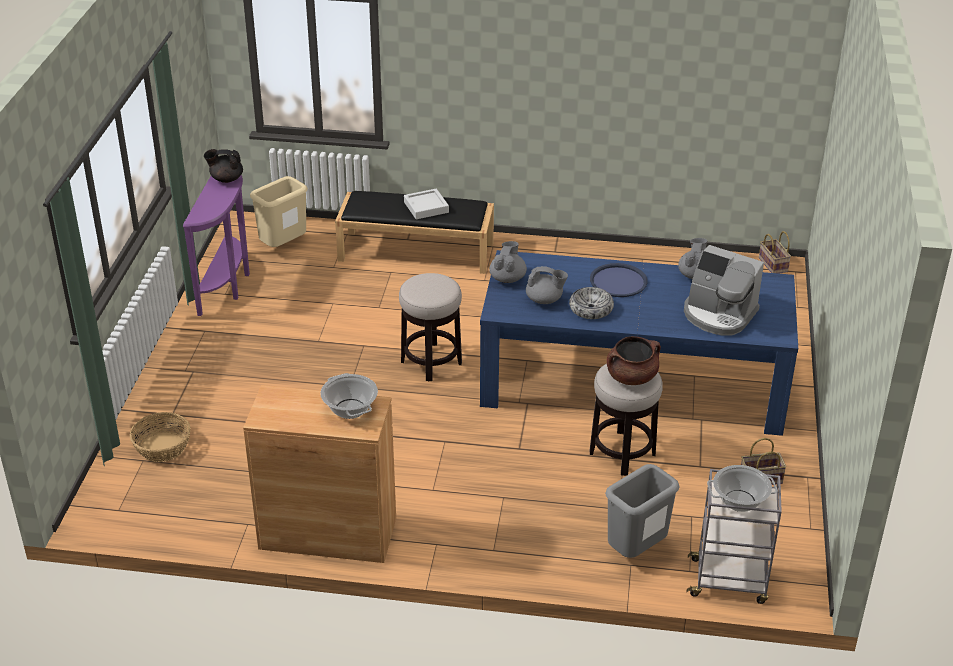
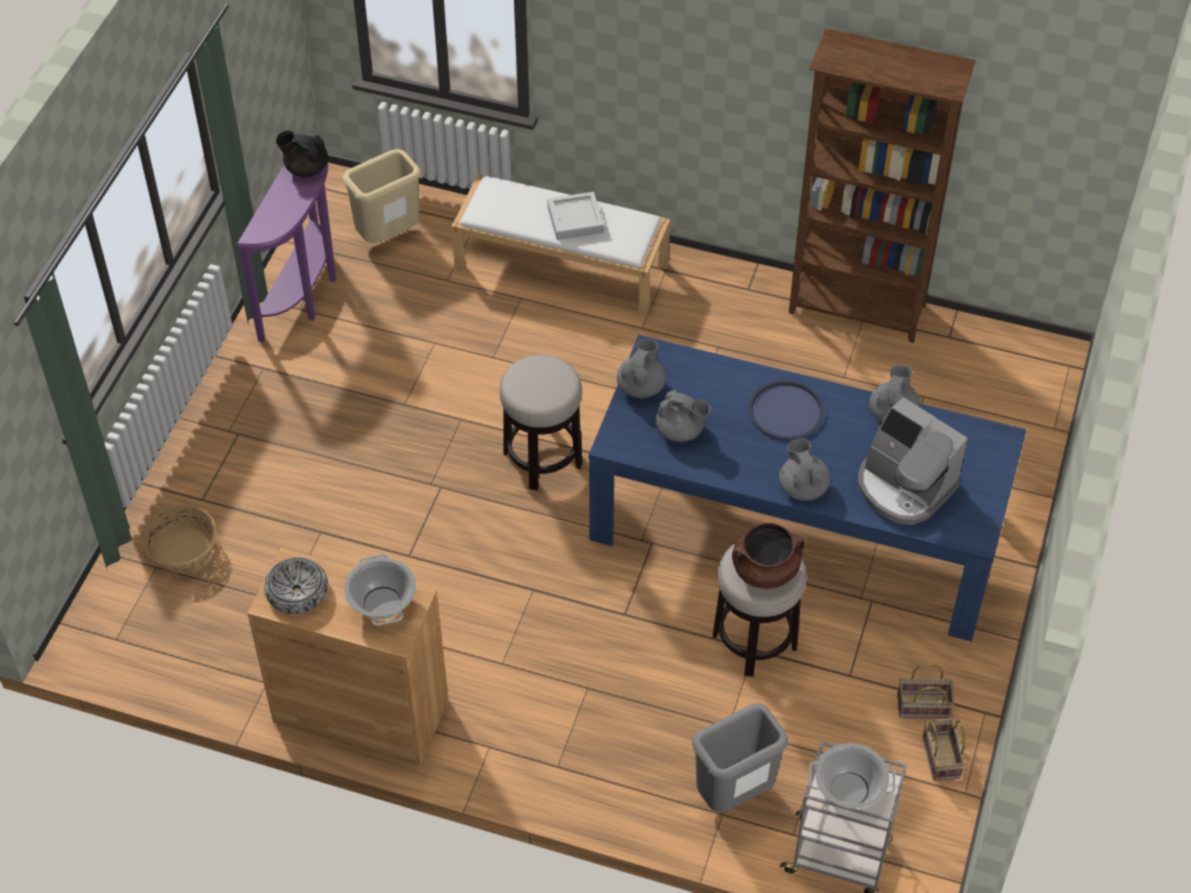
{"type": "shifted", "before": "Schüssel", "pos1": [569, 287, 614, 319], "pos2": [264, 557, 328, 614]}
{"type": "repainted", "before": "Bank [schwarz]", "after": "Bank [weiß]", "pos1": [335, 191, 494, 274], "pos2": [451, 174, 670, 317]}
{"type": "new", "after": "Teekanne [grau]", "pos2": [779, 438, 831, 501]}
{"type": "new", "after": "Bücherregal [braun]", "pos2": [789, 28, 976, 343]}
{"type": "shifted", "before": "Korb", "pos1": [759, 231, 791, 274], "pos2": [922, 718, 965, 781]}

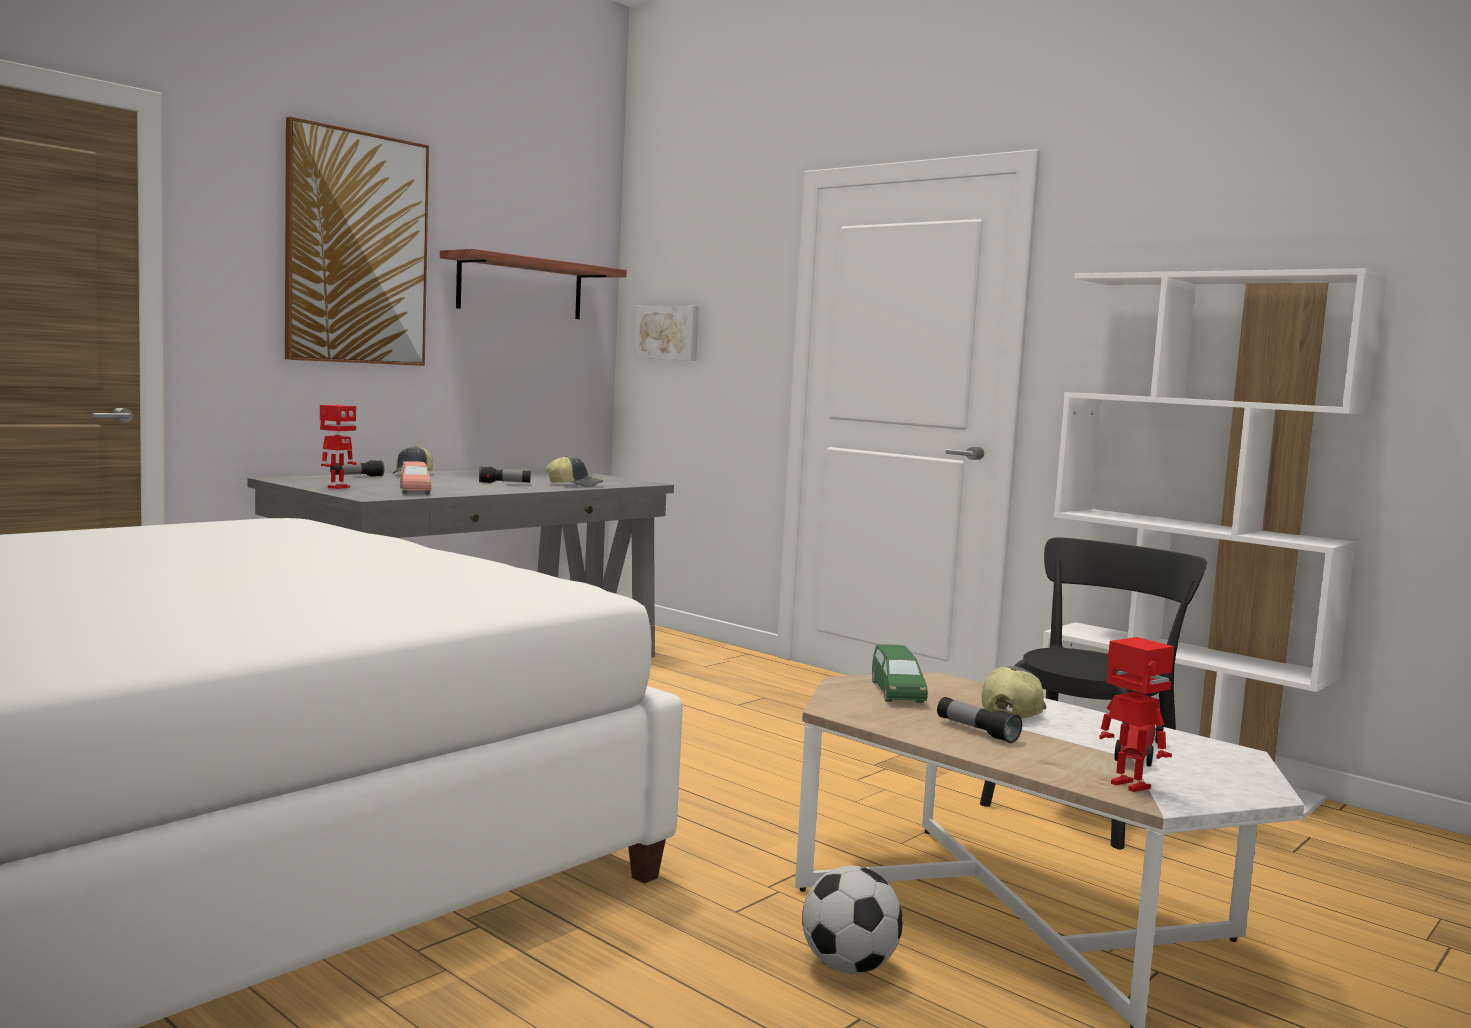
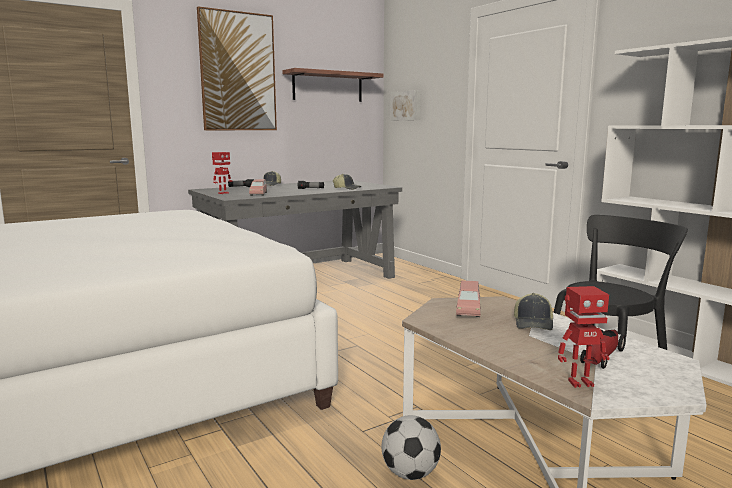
{"type": "repainted", "before": "Spielzeugauto [grün]", "after": "Spielzeugauto [rosa]", "pos1": [872, 644, 928, 703], "pos2": [456, 280, 481, 317]}
{"type": "rotated", "before": "Kappe", "pos1": [982, 666, 1047, 719], "pos2": [514, 293, 553, 330], "turn": 150}
{"type": "rotated", "before": "Spielzeugroboter", "pos1": [1099, 637, 1174, 792], "pos2": [558, 286, 609, 388], "turn": 105}
{"type": "gone", "before": "Taschenlampe", "pos1": [937, 697, 1022, 743]}

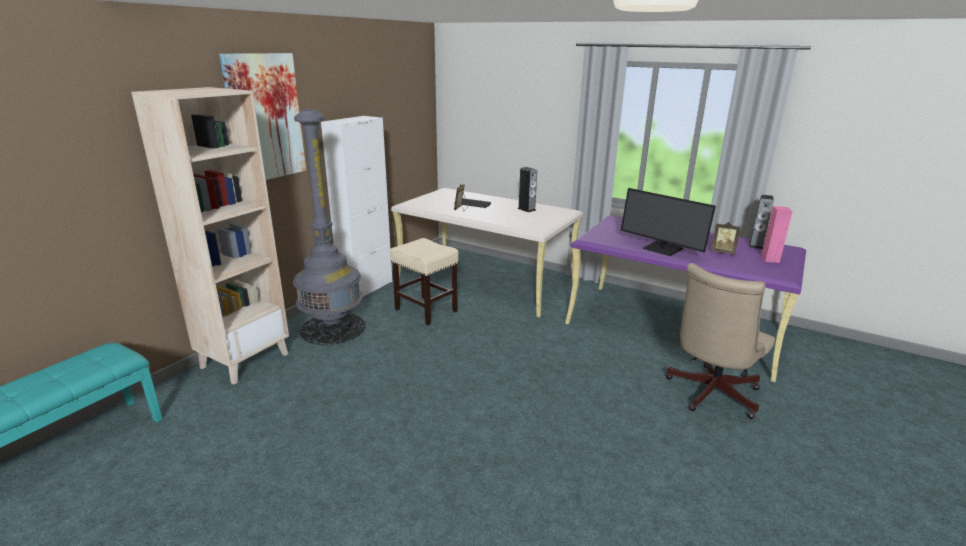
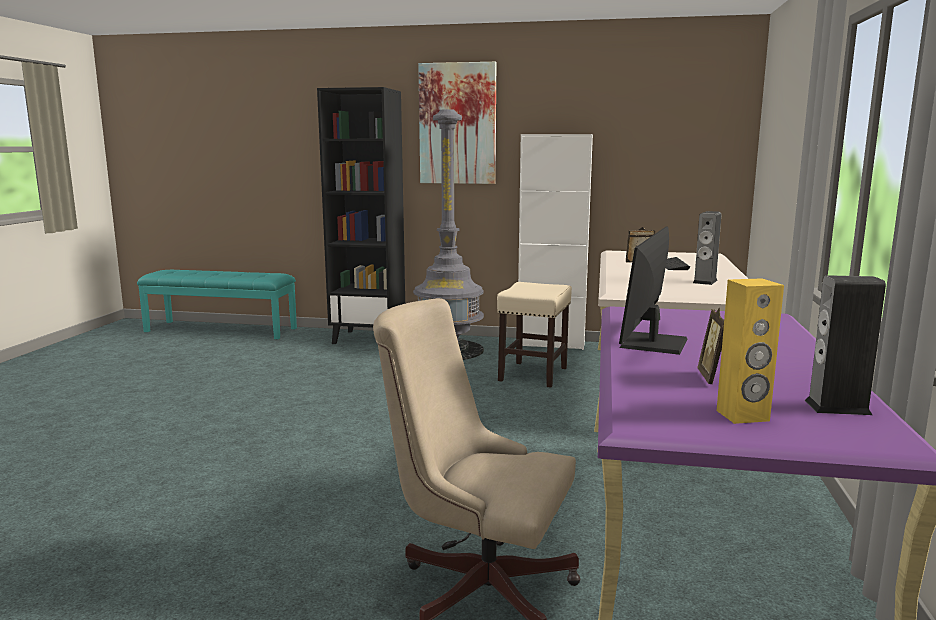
{"type": "repainted", "before": "Bücherregal [beige]", "after": "Bücherregal [schwarz]", "pos1": [131, 87, 289, 385], "pos2": [317, 87, 405, 344]}
{"type": "repainted", "before": "Lautsprecher [rosa]", "after": "Lautsprecher [gelb]", "pos1": [761, 206, 793, 263], "pos2": [717, 278, 784, 424]}

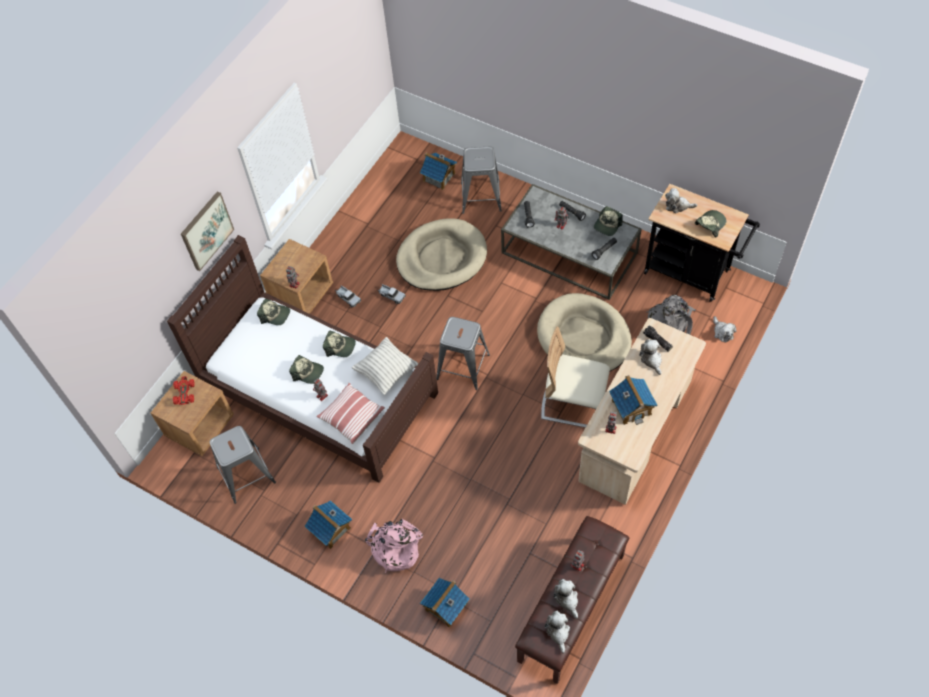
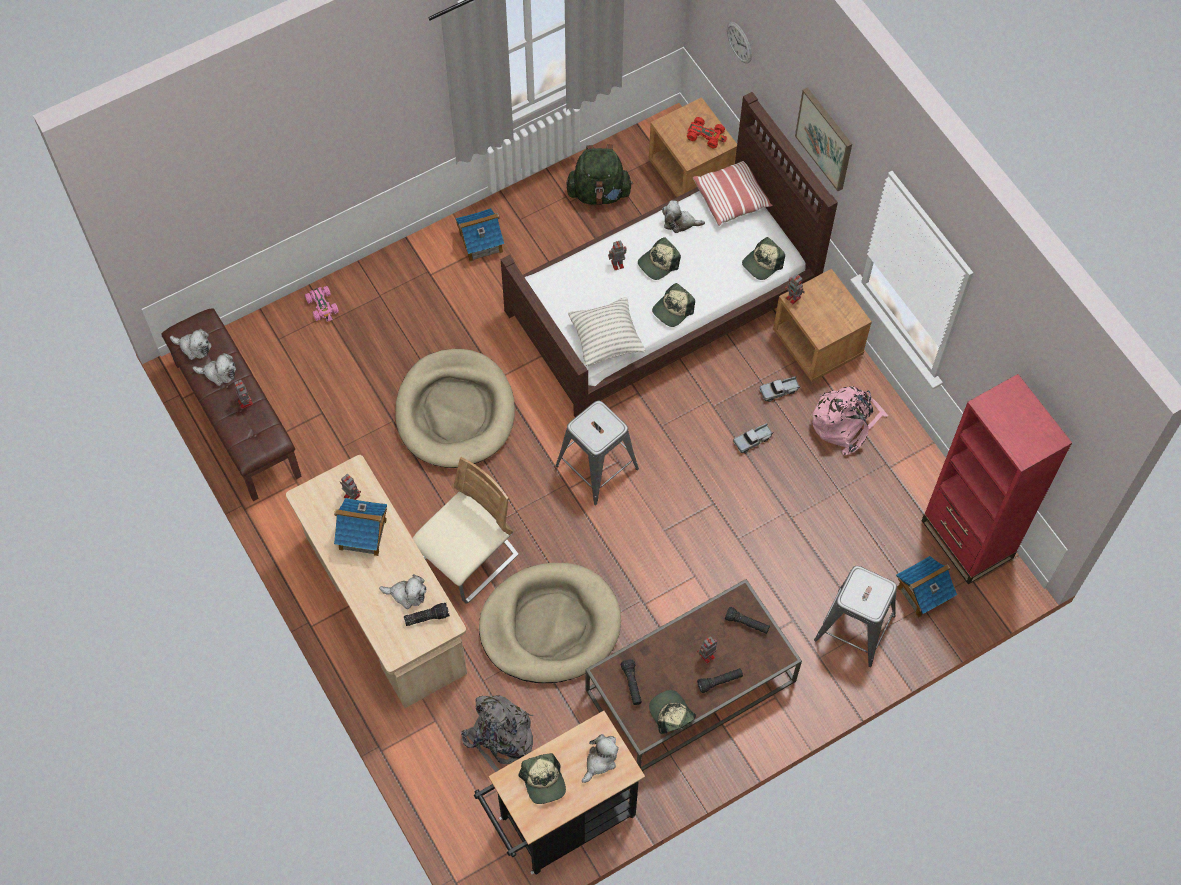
{"type": "swapped", "before": "Spielzeughaus", "after": "Spielzeugauto [rosa]", "pos1": [420, 578, 470, 628], "pos2": [305, 286, 339, 322]}
{"type": "shifted", "before": "Hundebett [beige]", "pos1": [396, 218, 487, 291], "pos2": [395, 349, 515, 468]}
{"type": "swapped", "before": "Hocker [grau]", "after": "Rucksack [grün]", "pos1": [210, 426, 276, 504], "pos2": [566, 144, 633, 205]}
{"type": "repainted", "before": "Couchtisch [grau]", "after": "Couchtisch [braun]", "pos1": [501, 184, 642, 300], "pos2": [585, 579, 802, 771]}
{"type": "shifted", "before": "Plüschtier", "pos1": [713, 316, 736, 343], "pos2": [662, 200, 705, 233]}
{"type": "shifted", "before": "Kissen", "pos1": [317, 383, 385, 444], "pos2": [693, 161, 773, 226]}
{"type": "new", "after": "Wanduhr", "pos2": [727, 22, 752, 64]}
{"type": "shifted", "before": "Rucksack [rosa]", "pos1": [365, 519, 423, 573], "pos2": [812, 386, 888, 455]}
{"type": "new", "after": "Bücherregal [rot]", "pos2": [922, 374, 1072, 584]}

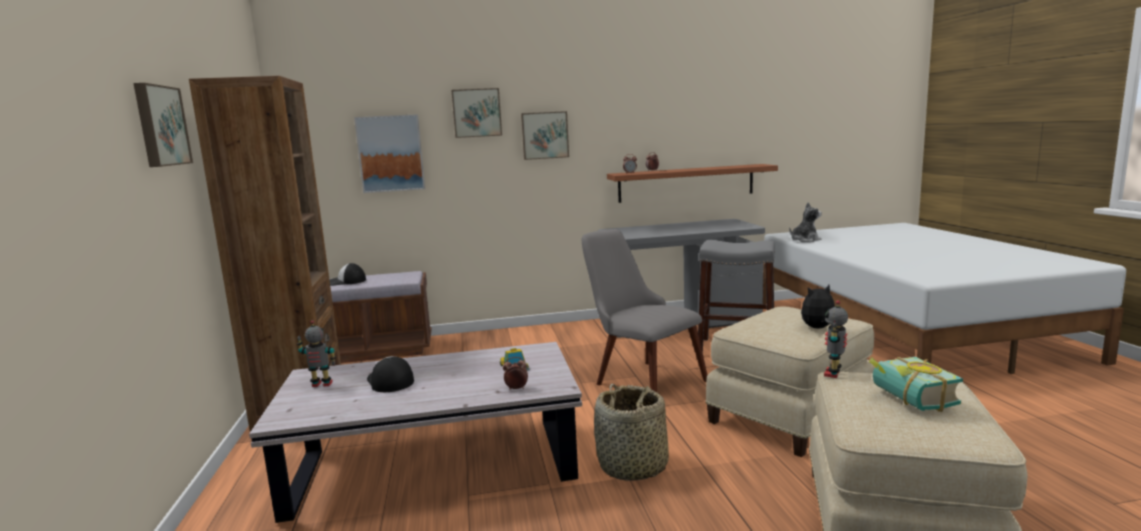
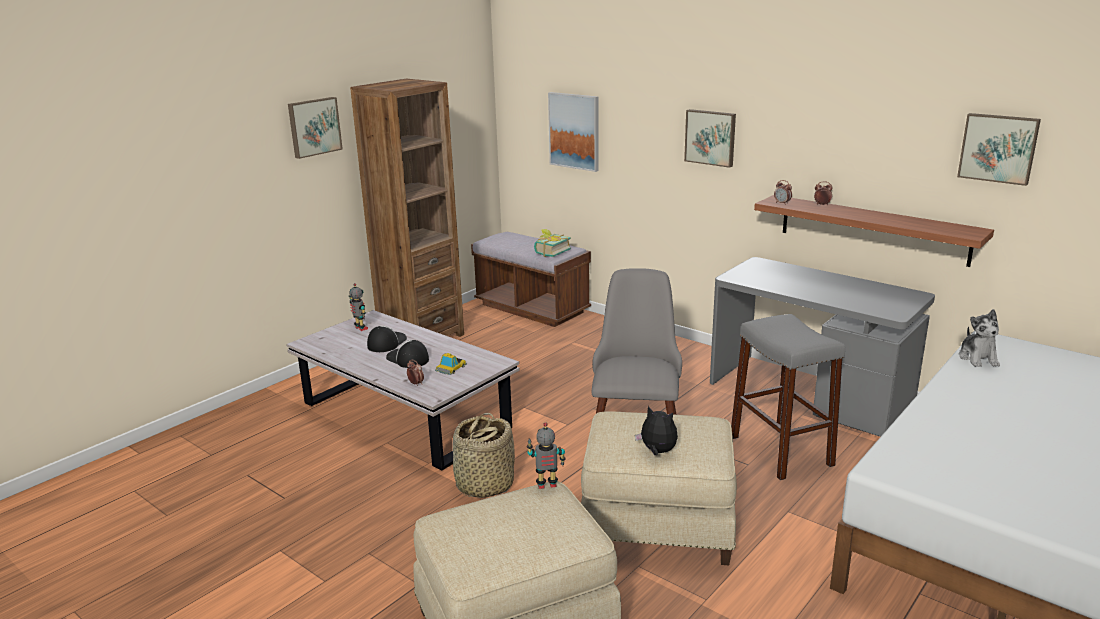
{"type": "shifted", "before": "Kappe", "pos1": [329, 263, 366, 286], "pos2": [386, 340, 429, 368]}
{"type": "shifted", "before": "Buch", "pos1": [869, 357, 963, 412], "pos2": [534, 229, 571, 257]}
{"type": "shifted", "before": "Bild", "pos1": [451, 88, 502, 138], "pos2": [957, 113, 1041, 186]}
{"type": "rotated", "before": "Plüschtier", "pos1": [789, 202, 822, 242], "pos2": [959, 309, 1000, 367], "turn": 60}

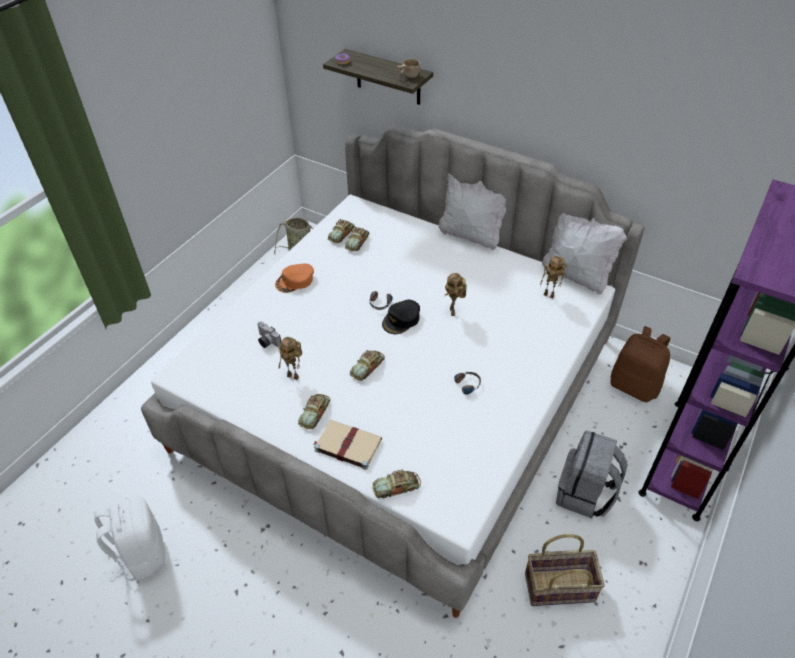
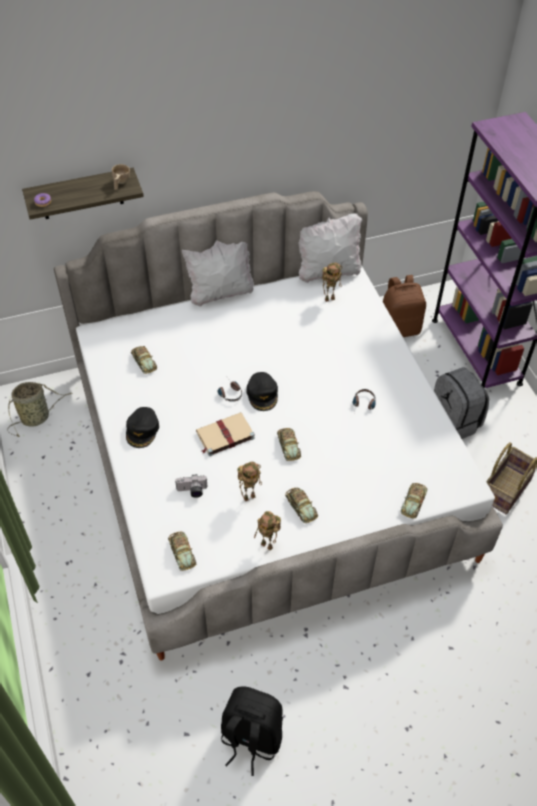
{"type": "repainted", "before": "Kappe [orange]", "after": "Kappe [schwarz]", "pos1": [275, 263, 314, 293], "pos2": [126, 407, 159, 448]}
{"type": "shifted", "before": "Spielzeugauto", "pos1": [328, 219, 355, 243], "pos2": [168, 532, 196, 571]}
{"type": "shifted", "before": "Buch [beige]", "pos1": [314, 420, 382, 470], "pos2": [196, 413, 255, 456]}
{"type": "repainted", "before": "Rucksack [weiß]", "after": "Rucksack [schwarz]", "pos1": [94, 498, 165, 581], "pos2": [221, 686, 283, 776]}
{"type": "shifted", "before": "Spielzeugroboter", "pos1": [445, 273, 467, 316], "pos2": [254, 511, 281, 551]}

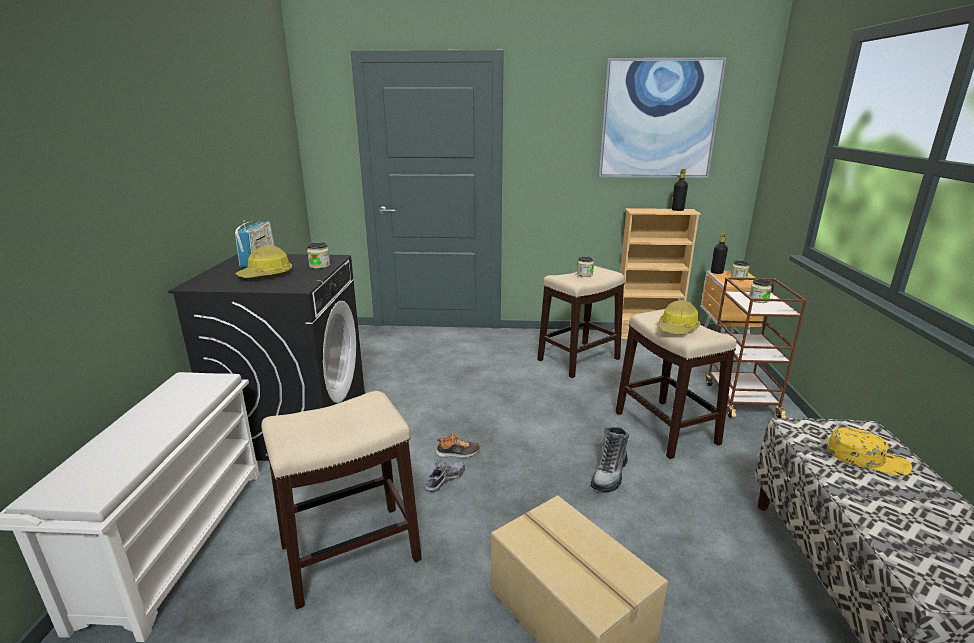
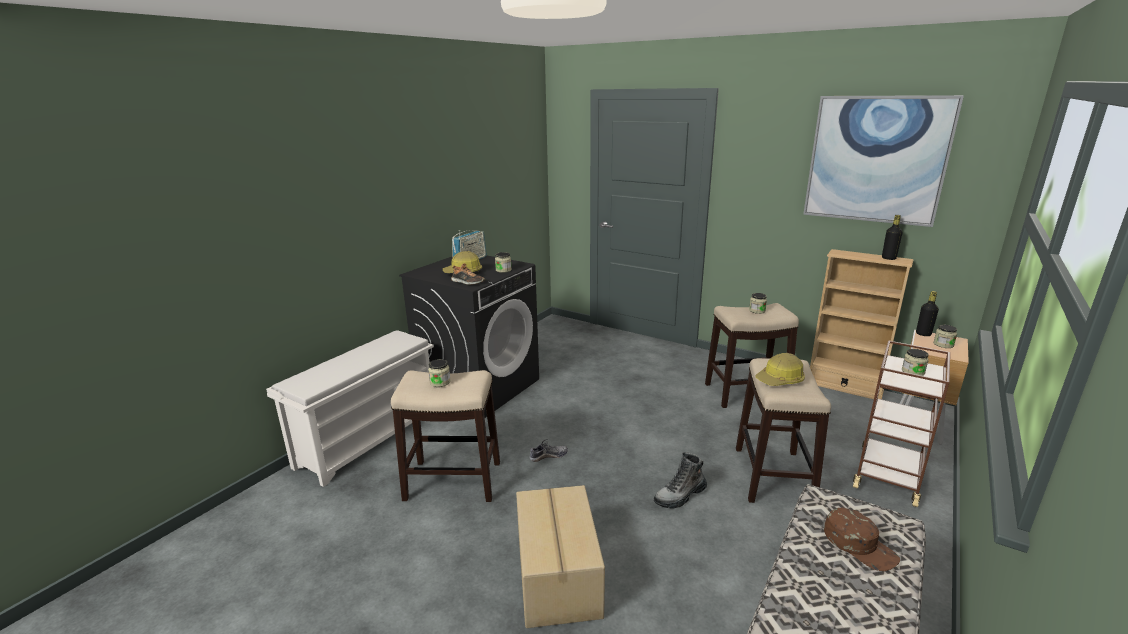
{"type": "new", "after": "Vorratsglas", "pos2": [428, 359, 451, 387]}
{"type": "shifted", "before": "Schuh", "pos1": [435, 433, 481, 458], "pos2": [451, 263, 485, 285]}
{"type": "repainted", "before": "Kappe [gelb]", "after": "Kappe [braun]", "pos1": [827, 427, 912, 476], "pos2": [824, 508, 900, 571]}

